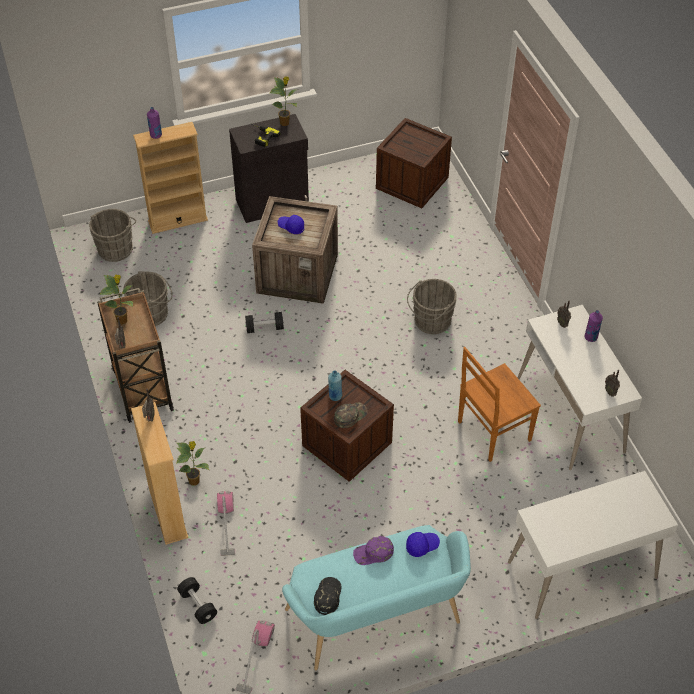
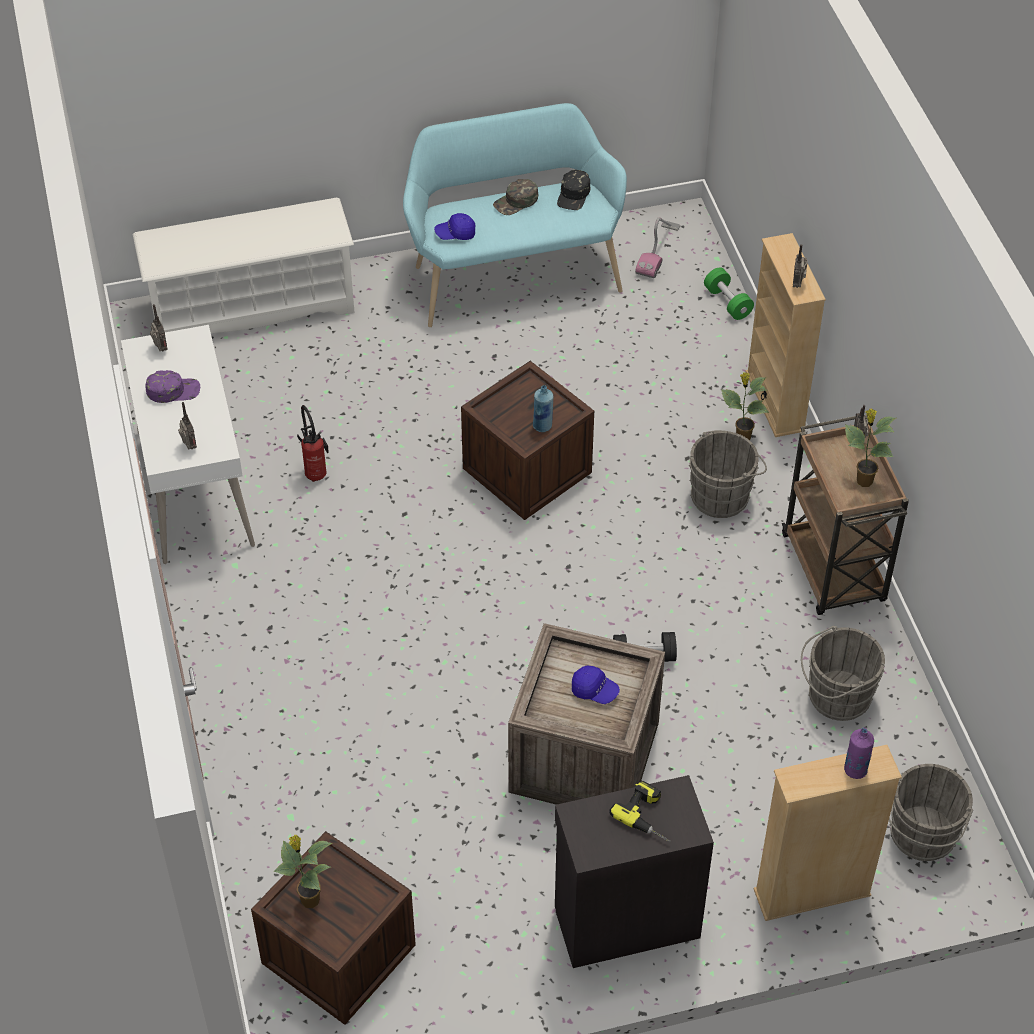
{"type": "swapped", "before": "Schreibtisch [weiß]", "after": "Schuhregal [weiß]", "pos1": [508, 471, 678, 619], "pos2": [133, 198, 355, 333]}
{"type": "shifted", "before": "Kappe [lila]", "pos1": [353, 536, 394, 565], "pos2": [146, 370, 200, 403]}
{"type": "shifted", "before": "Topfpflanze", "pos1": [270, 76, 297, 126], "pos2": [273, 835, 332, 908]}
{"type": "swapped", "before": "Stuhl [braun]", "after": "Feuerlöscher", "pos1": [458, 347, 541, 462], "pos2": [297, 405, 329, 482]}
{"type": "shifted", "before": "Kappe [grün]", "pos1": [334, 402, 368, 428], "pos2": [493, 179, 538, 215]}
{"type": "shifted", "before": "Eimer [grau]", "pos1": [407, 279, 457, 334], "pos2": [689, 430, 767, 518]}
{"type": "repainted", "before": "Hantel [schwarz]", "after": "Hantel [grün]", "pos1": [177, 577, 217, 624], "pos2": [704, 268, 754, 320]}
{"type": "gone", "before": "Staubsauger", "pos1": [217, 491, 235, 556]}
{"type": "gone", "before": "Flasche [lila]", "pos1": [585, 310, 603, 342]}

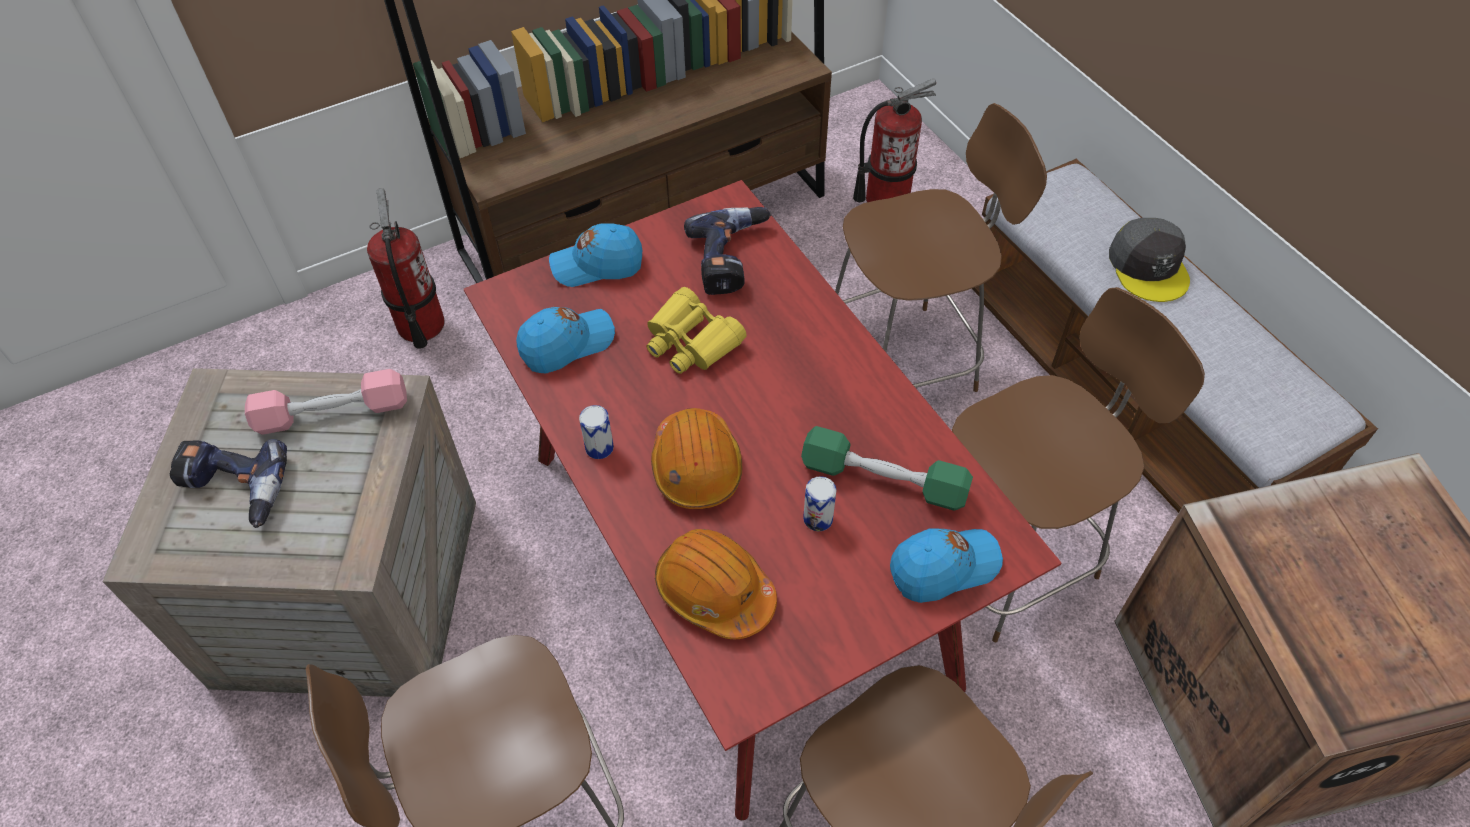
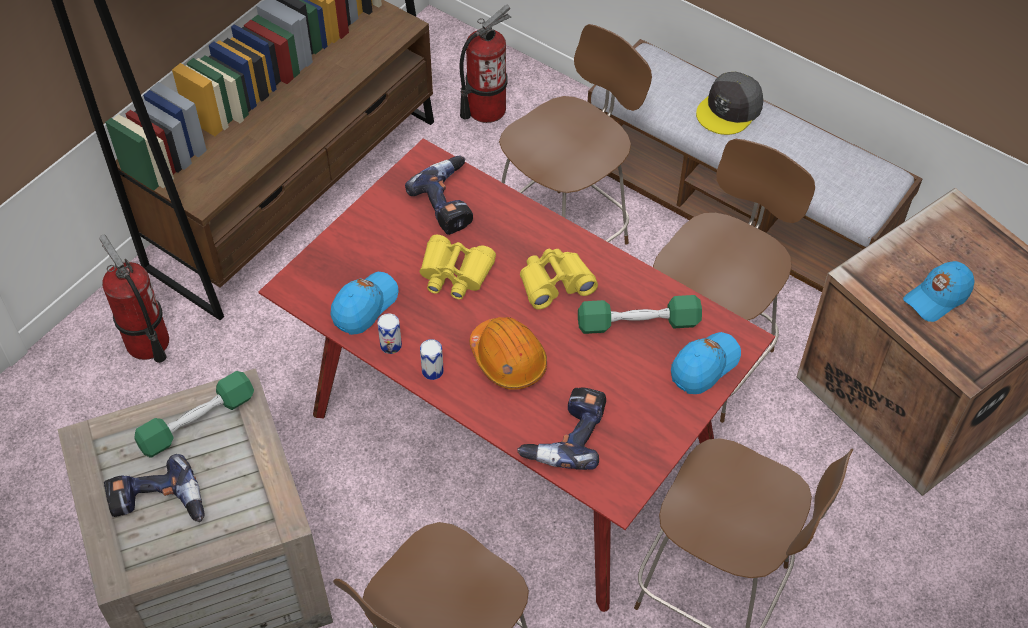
{"type": "repainted", "before": "Hantel [rosa]", "after": "Hantel [grün]", "pos1": [245, 369, 407, 435], "pos2": [134, 371, 254, 458]}
{"type": "shifted", "before": "Dose", "pos1": [803, 476, 837, 531], "pos2": [377, 313, 402, 354]}
{"type": "swapped", "before": "Schutzhelm [orange]", "after": "Bohrmaschine", "pos1": [655, 529, 777, 639], "pos2": [517, 387, 606, 470]}
{"type": "new", "after": "Fernglas [gelb]", "pos2": [520, 249, 598, 310]}
{"type": "rotated", "before": "Kappe [grau]", "pos1": [1109, 218, 1190, 302], "pos2": [696, 72, 763, 135], "turn": 75}
{"type": "shifted", "before": "Kappe [blau]", "pos1": [549, 223, 642, 287], "pos2": [903, 261, 975, 322]}

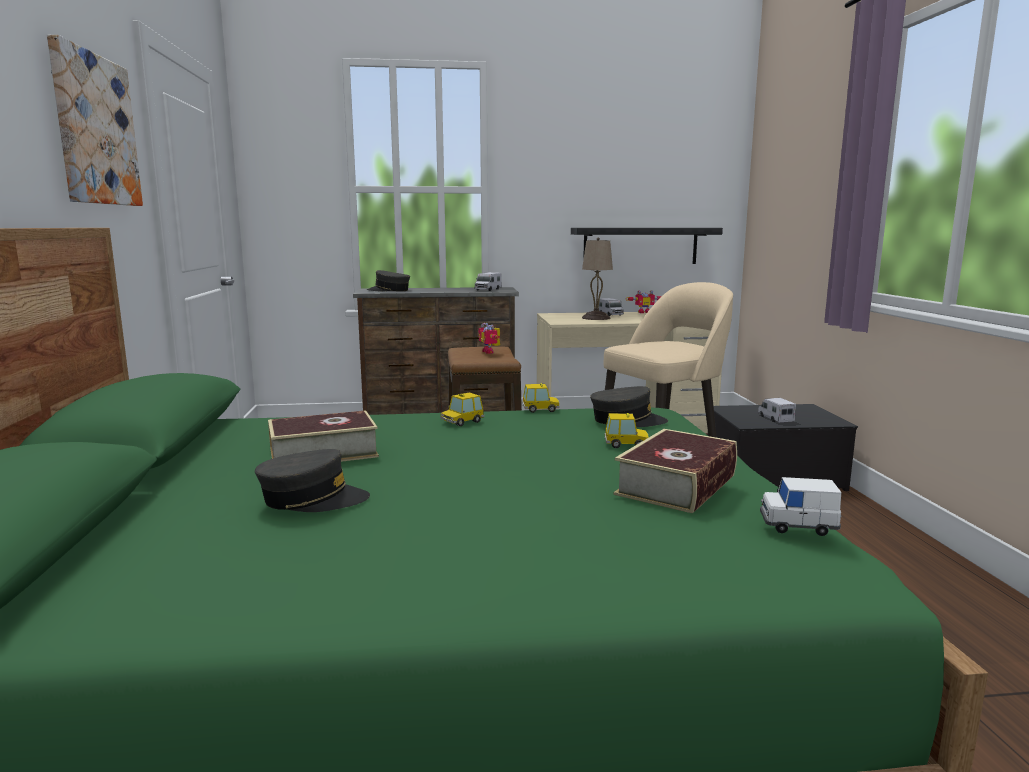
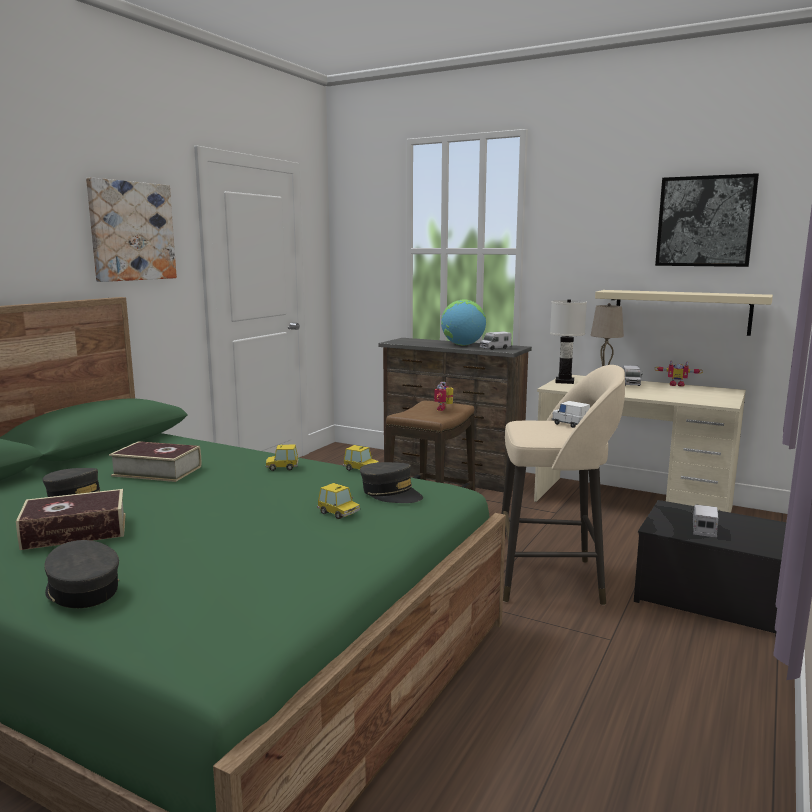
{"type": "shifted", "before": "Buch", "pos1": [614, 429, 737, 514], "pos2": [16, 489, 126, 550]}
{"type": "shifted", "before": "Kappe [grau]", "pos1": [367, 270, 410, 291], "pos2": [44, 540, 119, 608]}
{"type": "new", "after": "Globus", "pos2": [441, 299, 486, 345]}
{"type": "new", "after": "Tischlampe [weiß]", "pos2": [550, 299, 587, 384]}
{"type": "shifted", "before": "Spielzeugauto [weiß]", "pos1": [760, 477, 842, 536], "pos2": [552, 401, 590, 428]}
{"type": "repainted", "before": "Wandregal [schwarz]", "after": "Wandregal [beige]", "pos1": [571, 228, 723, 264], "pos2": [595, 290, 773, 336]}
{"type": "new", "after": "Bild", "pos2": [655, 173, 759, 267]}

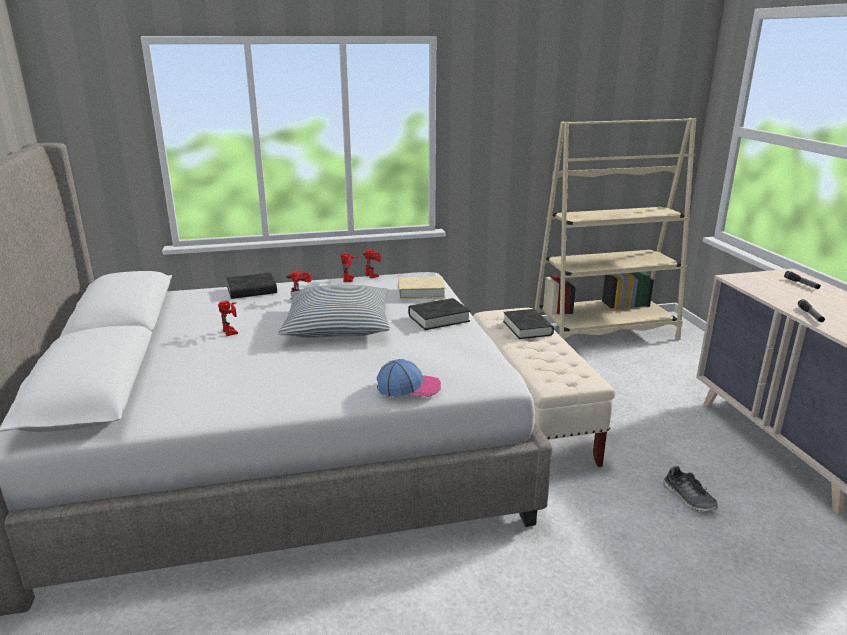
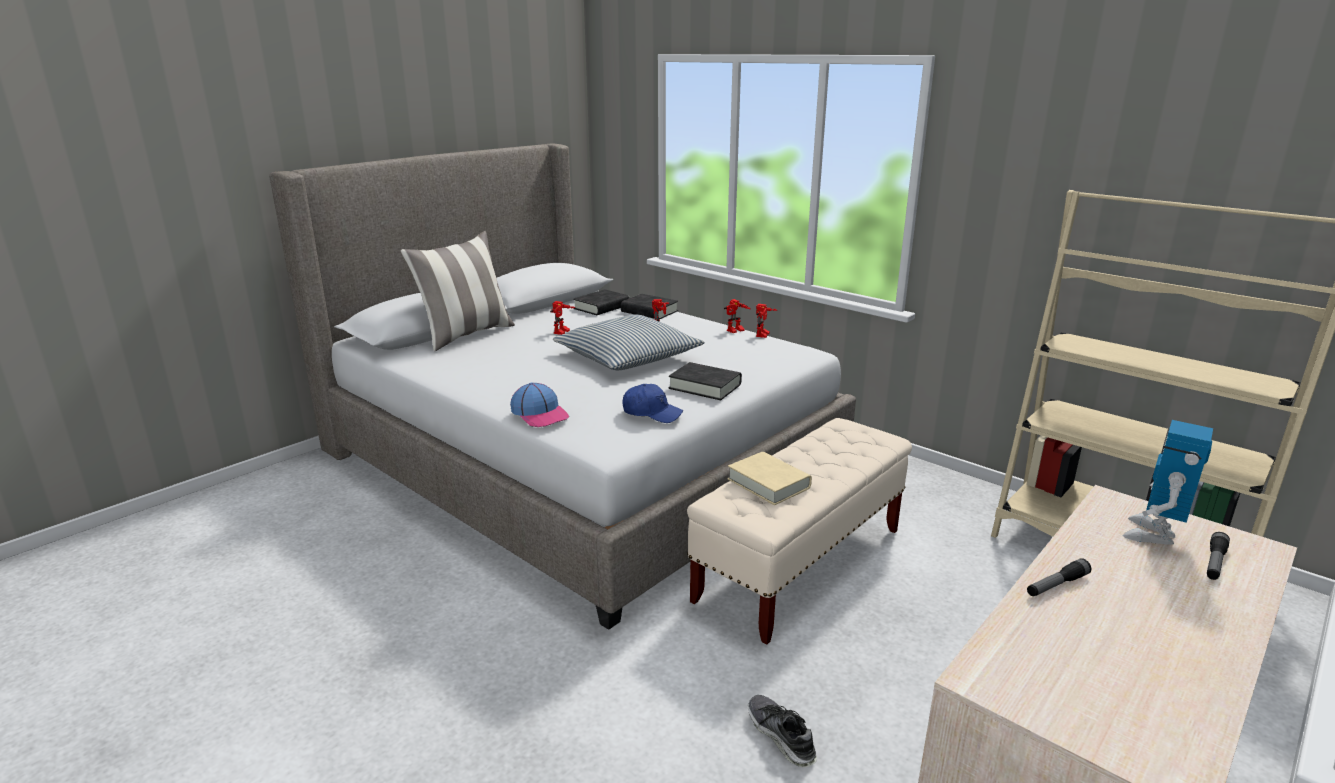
{"type": "new", "after": "Kissen", "pos2": [401, 231, 515, 352]}
{"type": "shifted", "before": "Buch [schwarz]", "pos1": [503, 309, 554, 339], "pos2": [573, 289, 629, 315]}
{"type": "new", "after": "Kappe [blau]", "pos2": [622, 384, 683, 423]}
{"type": "shifted", "before": "Buch [beige]", "pos1": [398, 276, 445, 299], "pos2": [728, 452, 812, 505]}
{"type": "rotated", "before": "Schuh", "pos1": [662, 466, 718, 512], "pos2": [748, 695, 817, 767], "turn": 120}
{"type": "new", "after": "Spielzeugroboter", "pos2": [1123, 420, 1213, 545]}

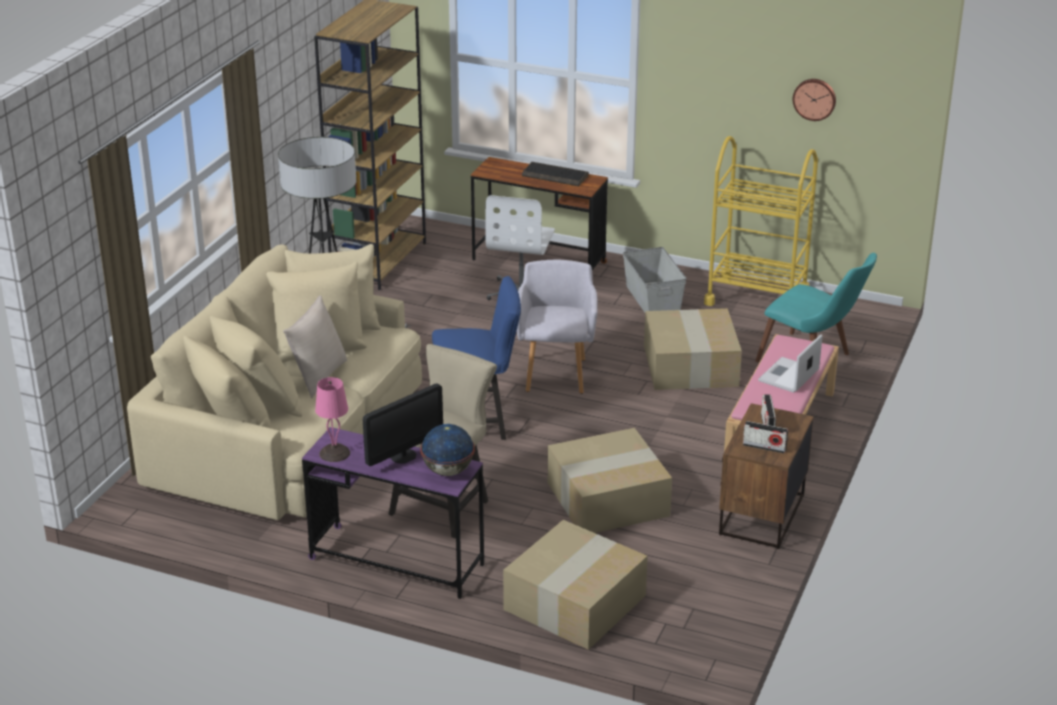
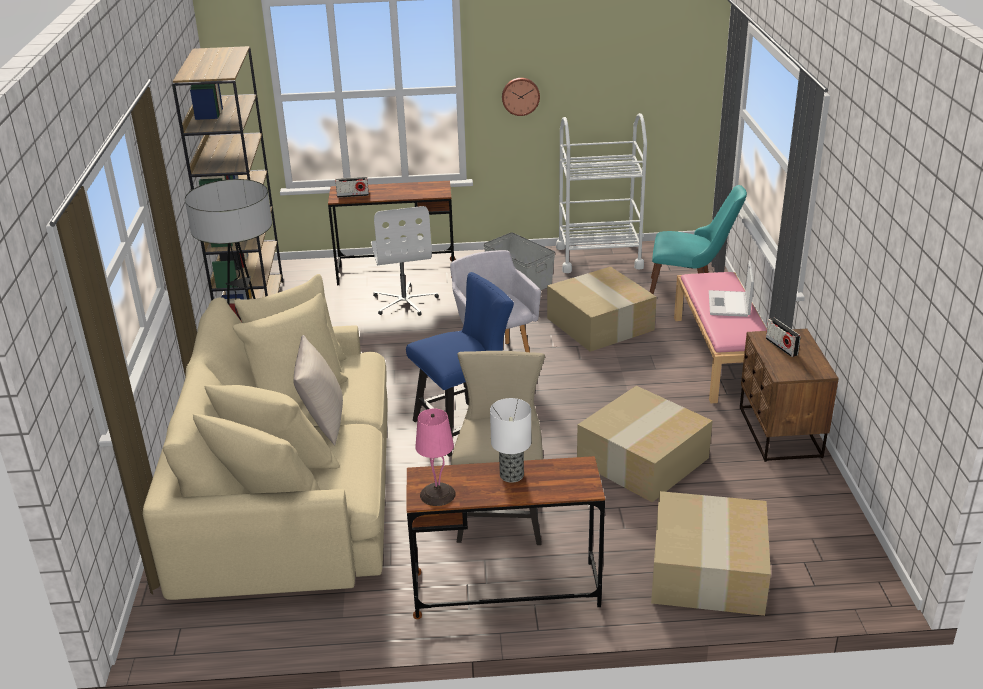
{"type": "shifted", "before": "Radio", "pos1": [743, 421, 788, 453], "pos2": [335, 177, 369, 198]}
{"type": "repainted", "before": "Schreibtisch [lila]", "after": "Schreibtisch [braun]", "pos1": [302, 427, 484, 599], "pos2": [407, 456, 605, 619]}
{"type": "swapped", "before": "Monitor", "after": "Tischlampe", "pos1": [363, 383, 443, 466], "pos2": [490, 398, 531, 483]}
{"type": "shifted", "before": "Wanduhr", "pos1": [793, 79, 836, 121], "pos2": [502, 78, 540, 116]}
{"type": "repainted", "before": "Rollwagen [gelb]", "after": "Rollwagen [weiß]", "pos1": [704, 136, 818, 306], "pos2": [556, 113, 647, 273]}
{"type": "gone", "before": "Globus", "pos1": [420, 424, 475, 476]}
{"type": "gone", "before": "Tastatur", "pos1": [522, 162, 589, 186]}

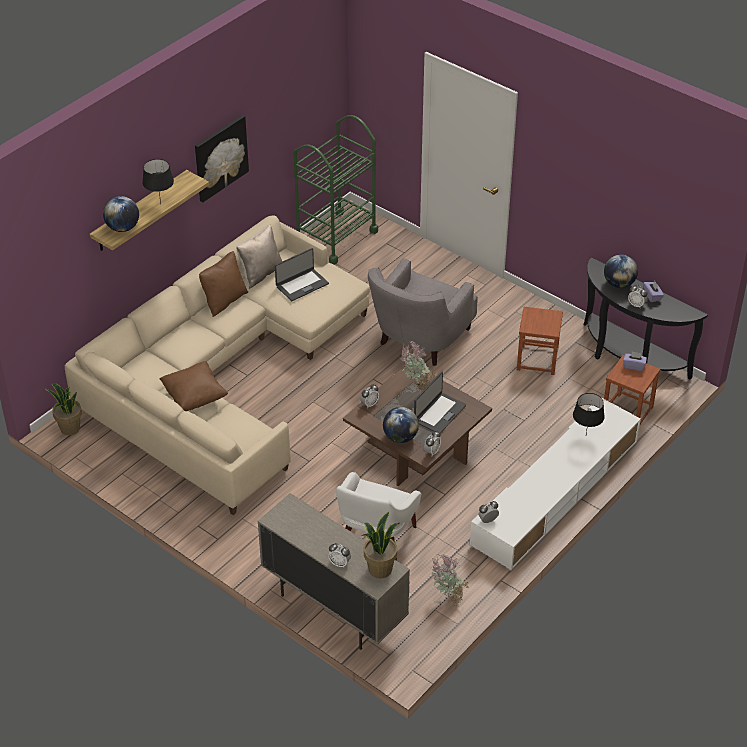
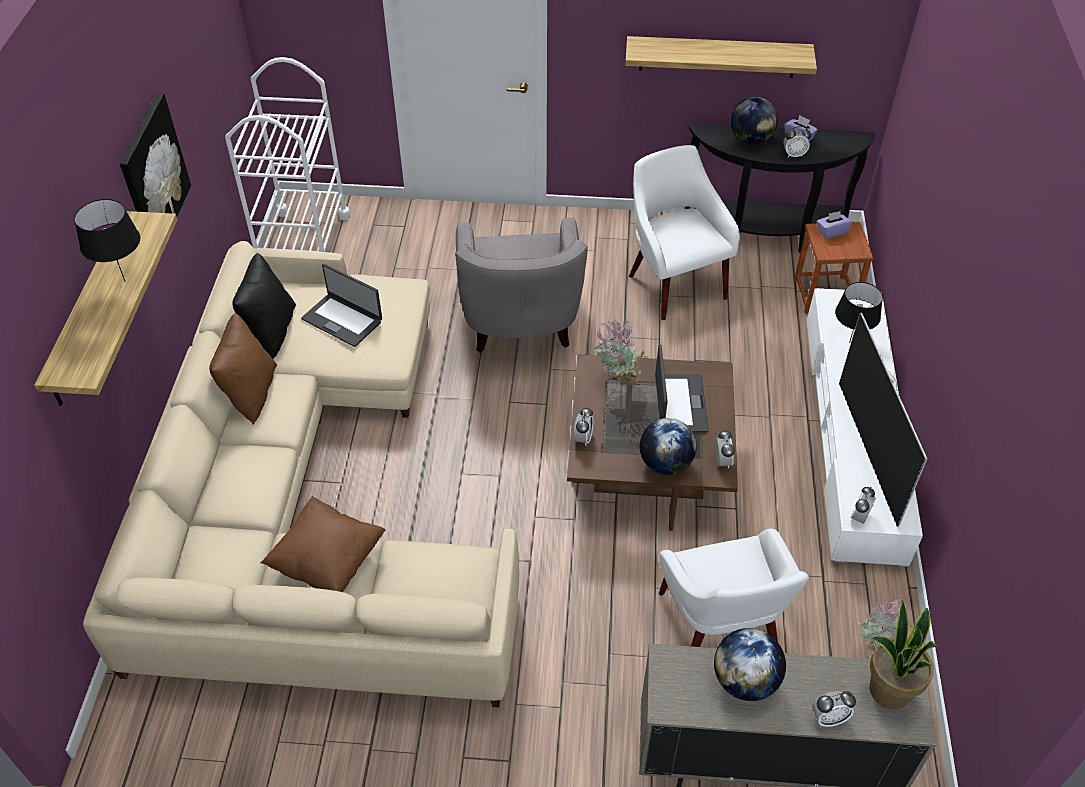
{"type": "repainted", "before": "Rollwagen [grün]", "after": "Rollwagen [weiß]", "pos1": [294, 115, 378, 265], "pos2": [225, 57, 351, 252]}
{"type": "repainted", "before": "Kissen [beige]", "after": "Kissen [schwarz]", "pos1": [236, 224, 282, 289], "pos2": [233, 253, 296, 359]}
{"type": "rotated", "before": "Laptop", "pos1": [275, 248, 329, 301], "pos2": [301, 263, 382, 347], "turn": 105}
{"type": "new", "after": "Wandregal", "pos2": [625, 36, 817, 78]}
{"type": "swapped", "before": "Hocker [braun]", "after": "Sessel [weiß]", "pos1": [517, 307, 563, 375], "pos2": [629, 145, 740, 320]}
{"type": "shifted", "before": "Globus", "pos1": [103, 196, 139, 232], "pos2": [714, 628, 786, 701]}
{"type": "new", "after": "Fernseher", "pos2": [839, 313, 927, 527]}
{"type": "gone", "before": "Topfpflanze", "pos1": [46, 383, 82, 435]}

